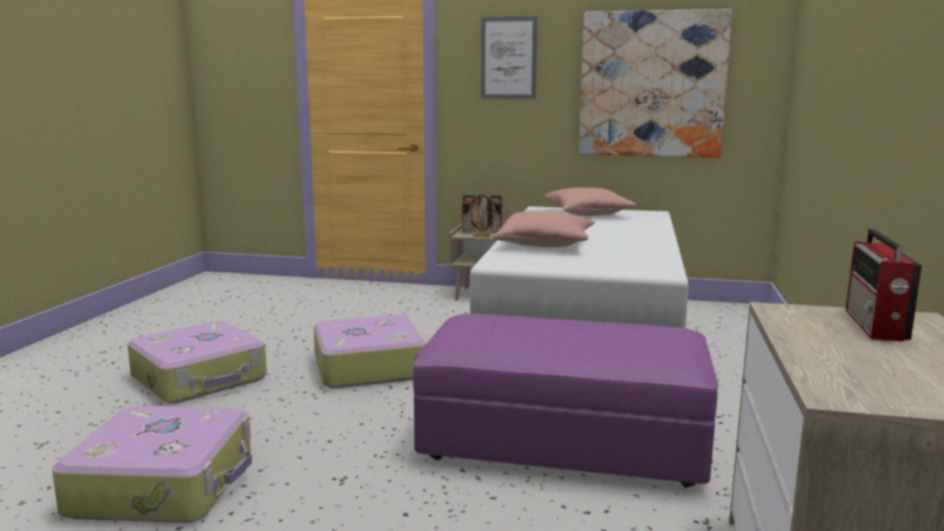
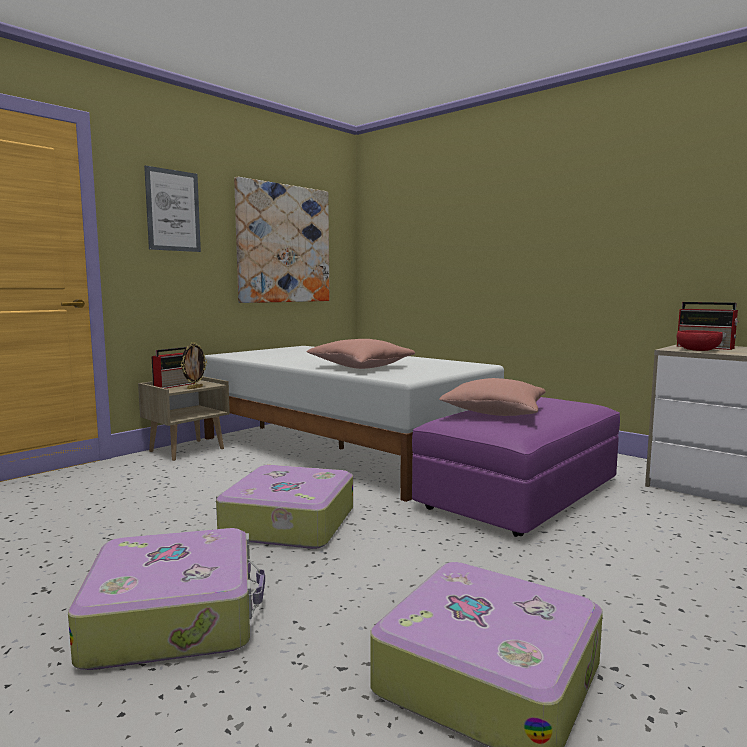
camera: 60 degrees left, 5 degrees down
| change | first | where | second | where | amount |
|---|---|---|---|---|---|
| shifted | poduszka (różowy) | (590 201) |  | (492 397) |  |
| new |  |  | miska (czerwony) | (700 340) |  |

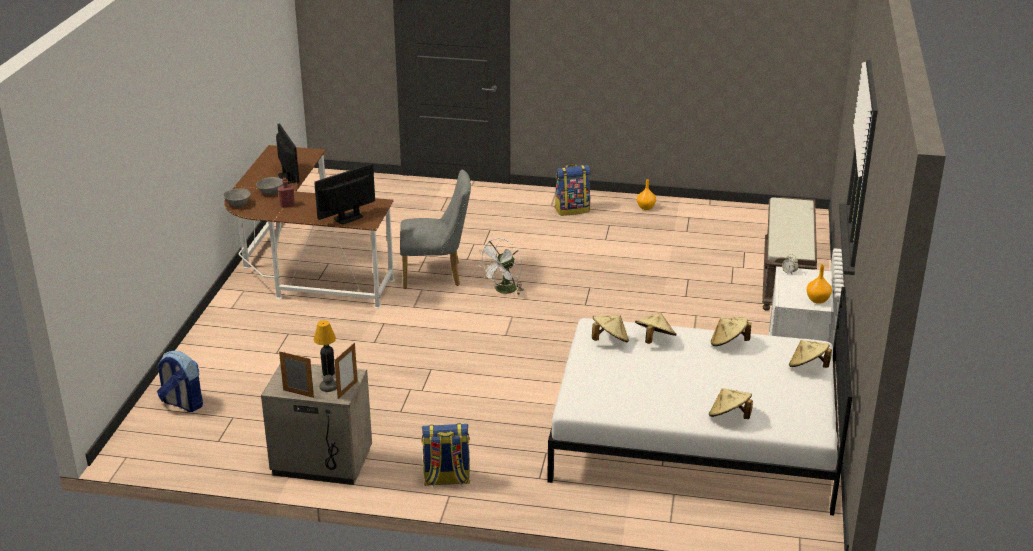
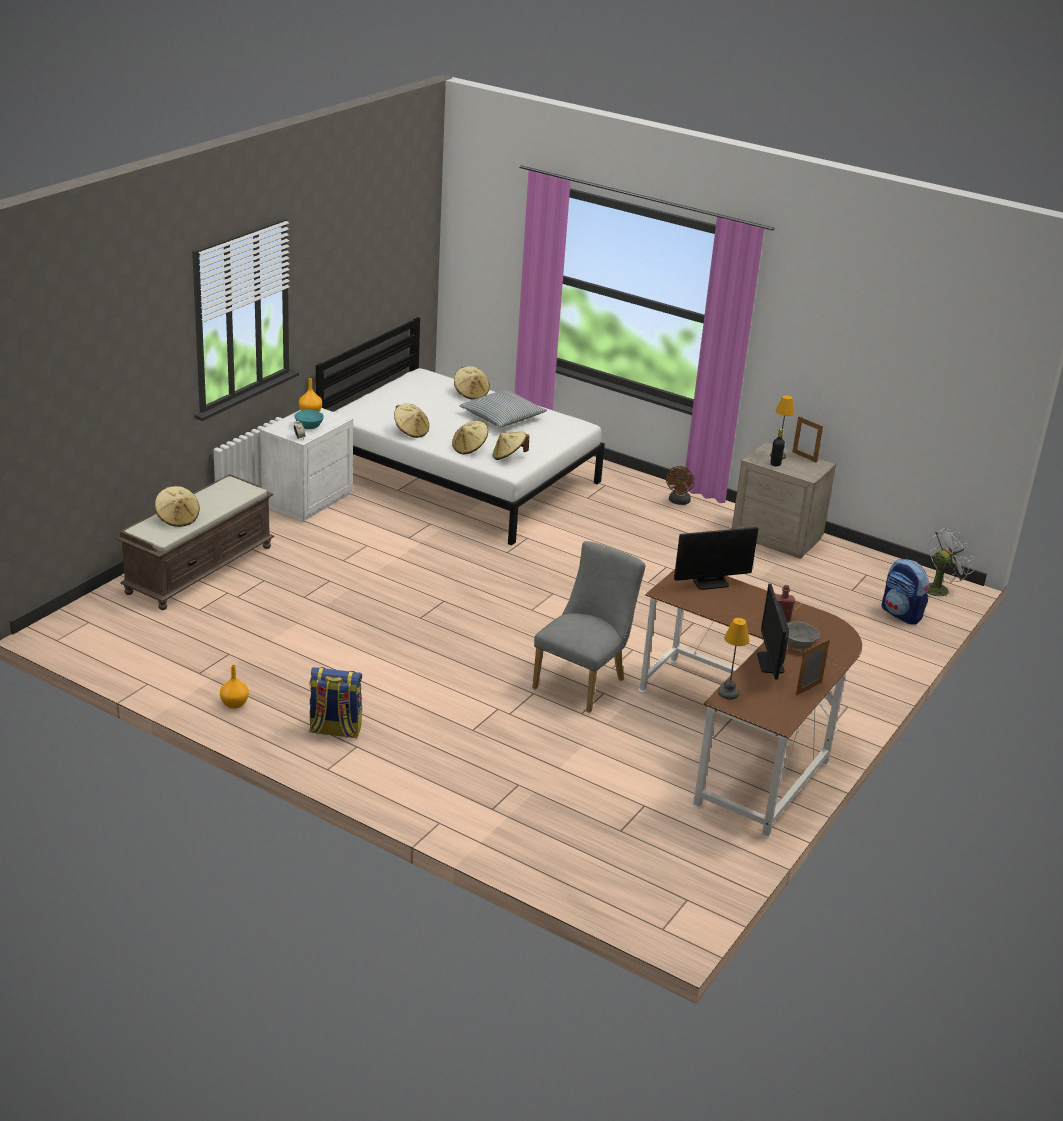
camera: 160 degrees left, 0 degrees up
| change | first | where | second | where | amount |
|---|---|---|---|---|---|
| rotated | krzesło (szary) | (435 229) |  | (589 627) | 105 degrees clockwise |
| gone | miska (szary) | (237 197) |  |  |  |
| shifted | wentylator (biały) | (501 266) |  | (951 563) |  |
| shifted | kapelusz (beżowy) | (810 354) |  | (177 506) |  |
| shifted | ramka na zdjęcie | (346 371) |  | (813 667) |  |
| swapped | plecak | (446 455) | wentylator (brązowy) | (680 485) |  |
| new |  |  | poduszka | (503 408) |  |
| new |  |  | miska (turkusowy) | (309 419) |  |
| new |  |  | lampa stołowa | (734 658) |  |

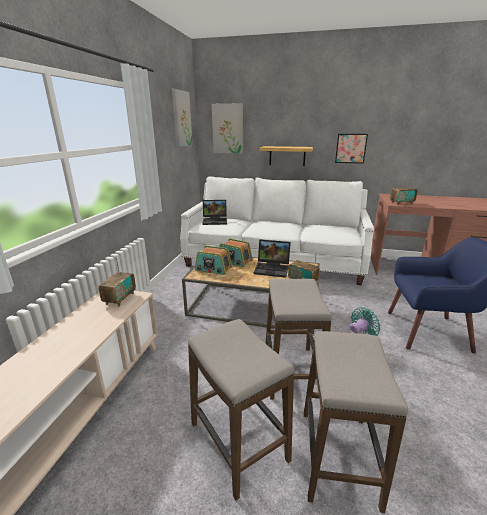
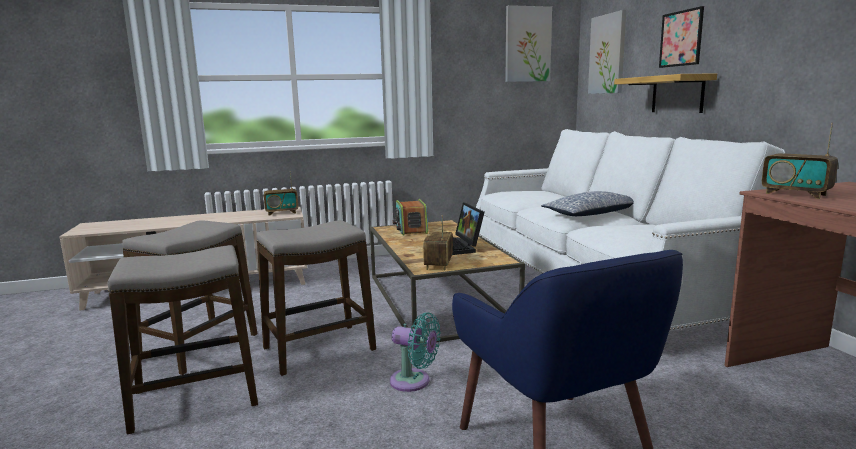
camera: 60 degrees right, 10 degrees down
| change | first | where | second | where | amount |
|---|---|---|---|---|---|
| shifted | obraz | (351 149) |  | (681 37) |  |
| gone | laptop | (215 212) |  |  |  |
| gone | radio | (236 253) |  |  |  |
| new |  |  | poduszka | (587 203) |  |

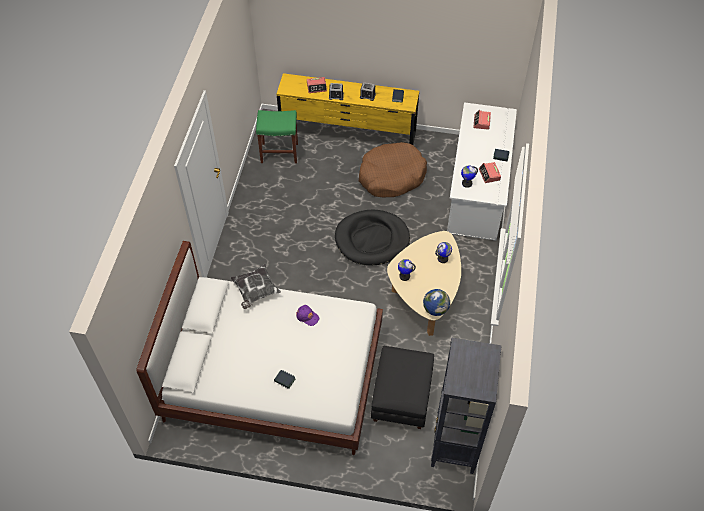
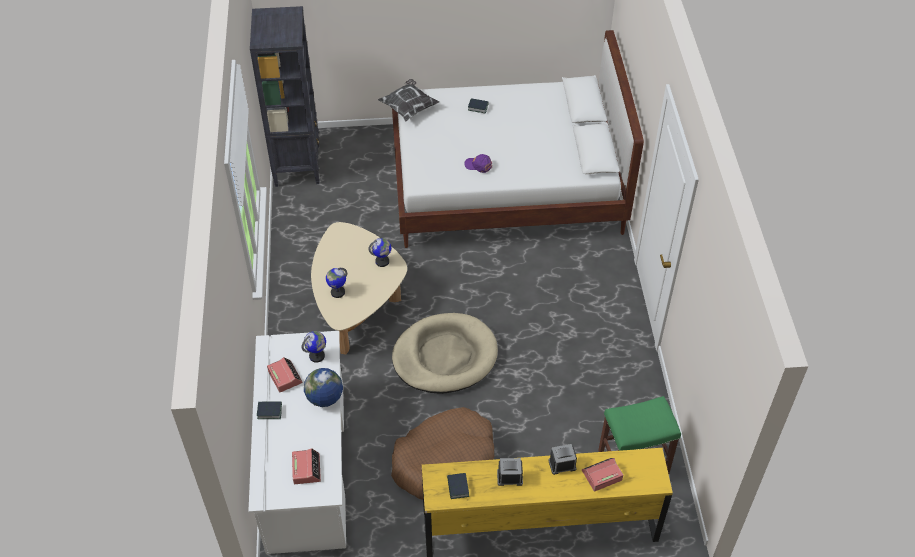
camera: 165 degrees right, 5 degrees down
| change | first | where | second | where | amount |
|---|---|---|---|---|---|
| repainted | legowisko (czarny) | (372 238) | legowisko (beżowy) | (445 353) |  |
| shifted | poduszka | (255 286) |  | (408 100) |  |
| shifted | globus | (436 302) |  | (323 387) |  |
| gone | pufa (czarny) | (402 387) |  |  |  |

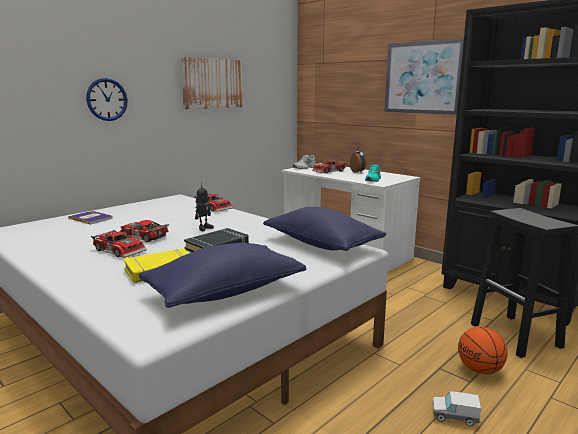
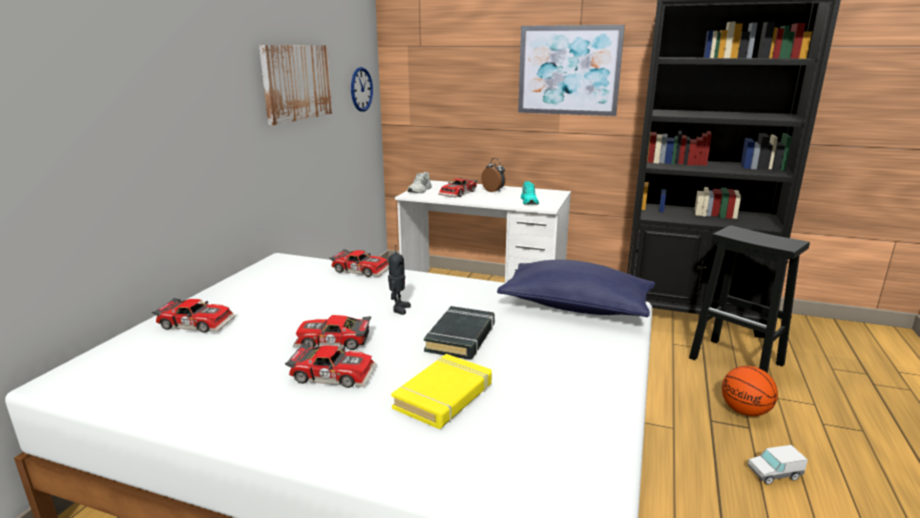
camera: 25 degrees left, 5 degrees up
| change | first | where | second | where | amount |
|---|---|---|---|---|---|
| shifted | zegar ścienny | (107 99) |  | (362 89) |  |
| swapped | książka | (90 218) | samochodzik | (194 315) |  |
| gone | poduszka (niebieski) | (222 275) |  |  |  |

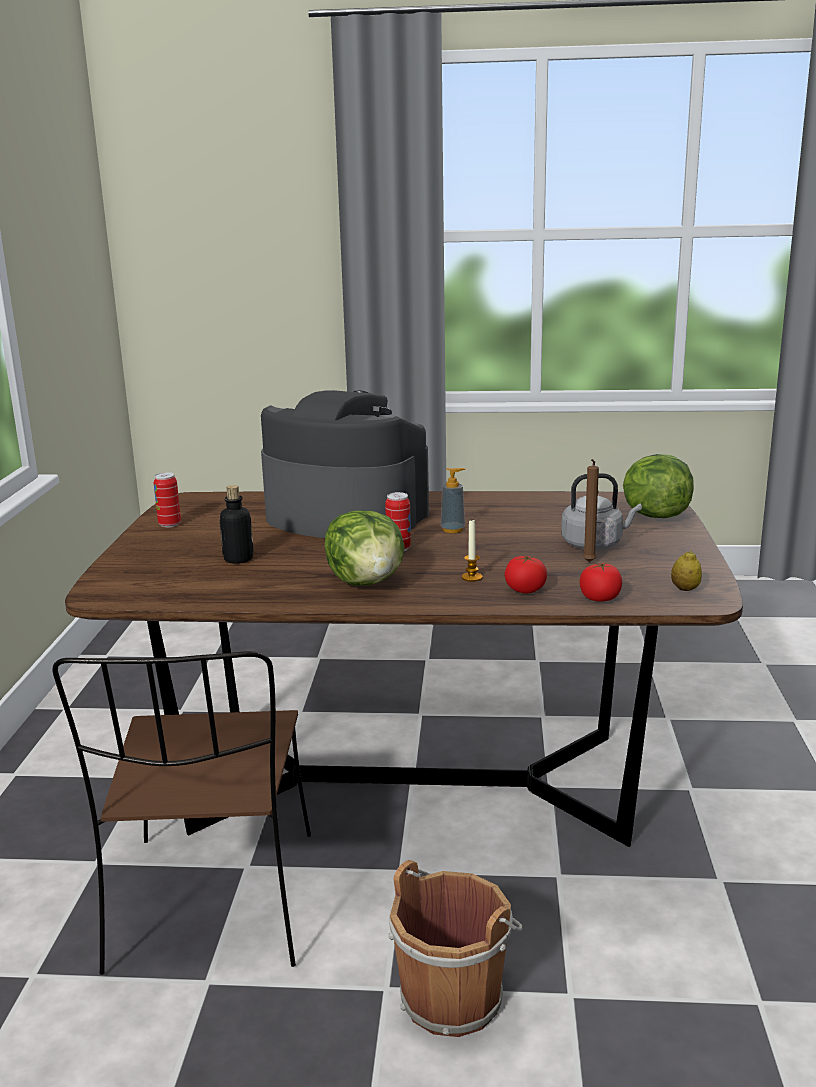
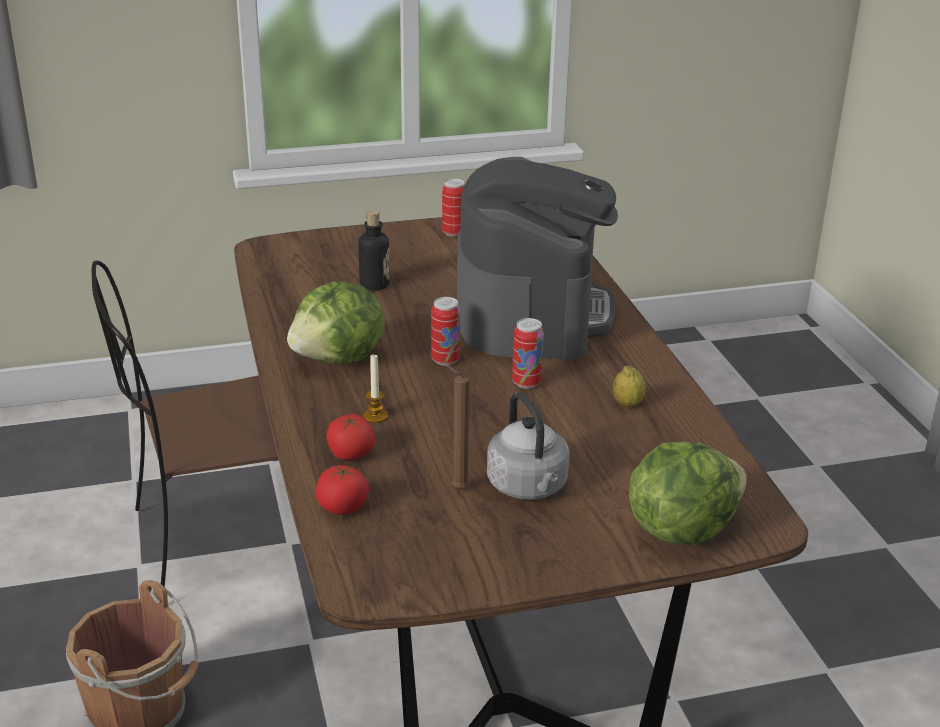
camera: 70 degrees right, 10 degrees up
| change | first | where | second | where | amount |
|---|---|---|---|---|---|
| swapped | dozownik mydła | (453 500) | puszka | (528 353) |  |
| shifted | cytryna | (686 571) |  | (629 386) |  |

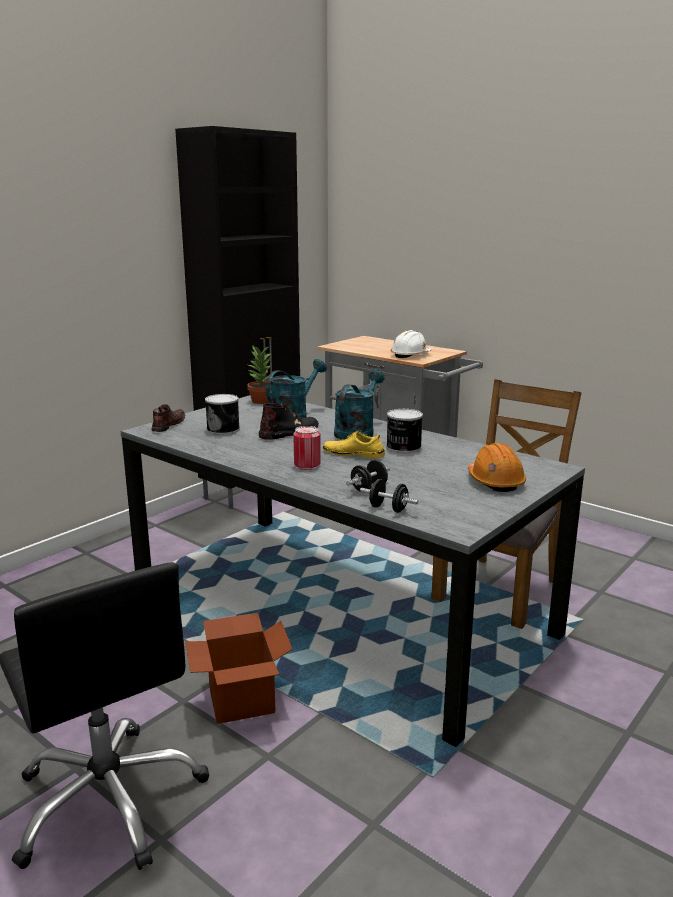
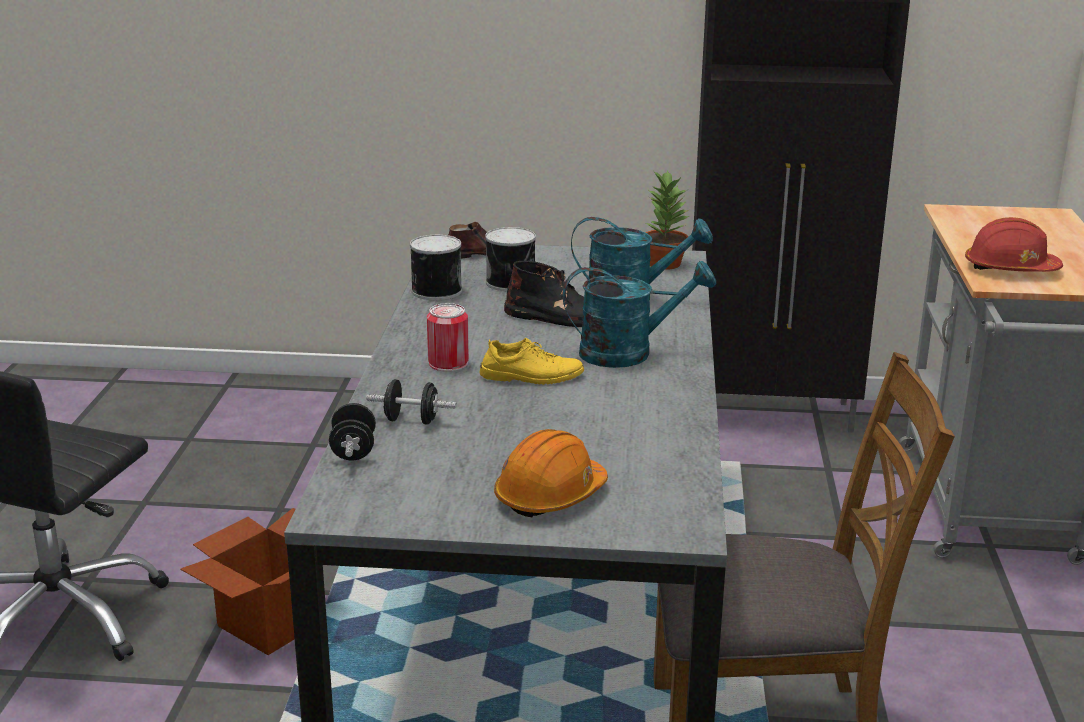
camera: 55 degrees right, 5 degrees up
| change | first | where | second | where | amount |
|---|---|---|---|---|---|
| repainted | kask (biały) | (411 344) | kask (czerwony) | (1014 244) |  |
| shifted | puszka | (404 431) |  | (436 267) |  |
| rotated | but (żółty) | (354 445) |  | (532 361) | 105 degrees clockwise |

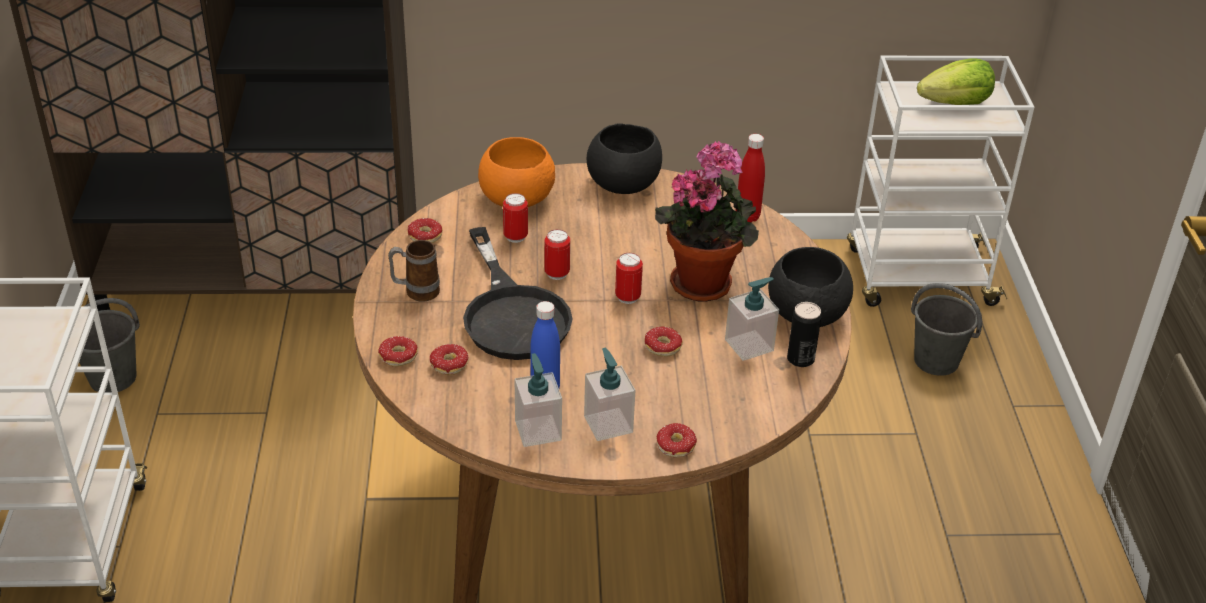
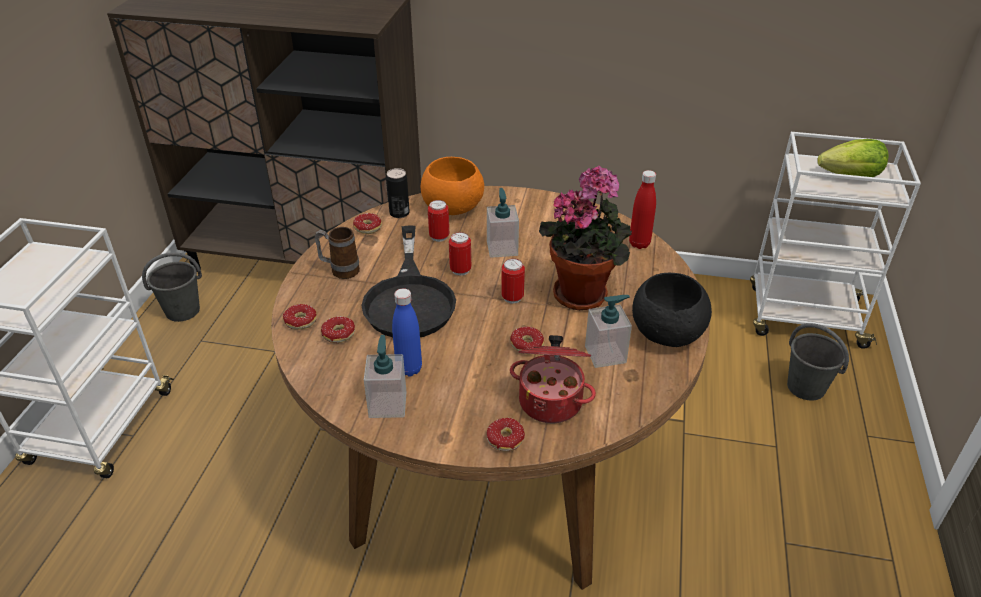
camera: 15 degrees right, 0 degrees up
| change | first | where | second | where | amount |
|---|---|---|---|---|---|
| gone | miska (czarny) | (624 159) |  |  |  |
| shifted | puszka | (804 334) |  | (398 193) |  |
| shifted | dozownik mydła | (609 394) |  | (503 223) |  |
| new |  |  | garnek | (553 379) |  |

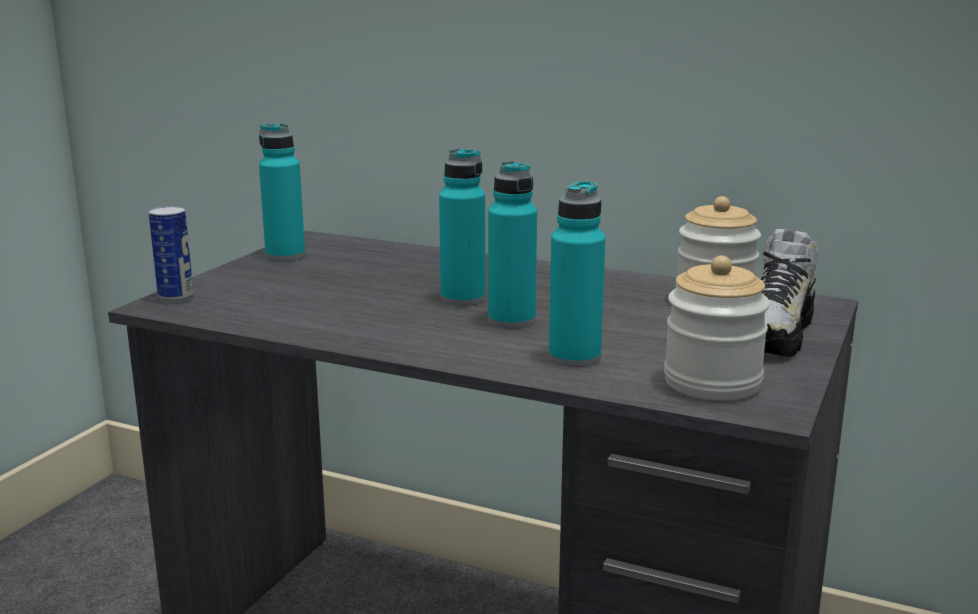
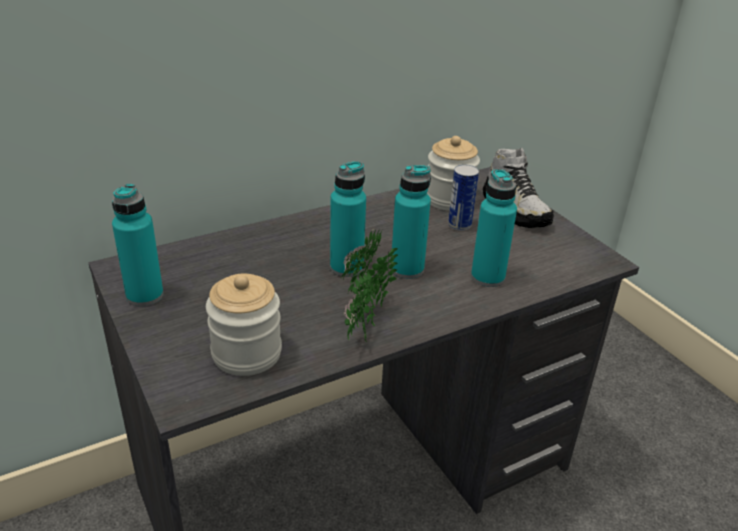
camera: 55 degrees left, 15 degrees up
| change | first | where | second | where | amount |
|---|---|---|---|---|---|
| shifted | puszka | (171 254) |  | (463 197) |  |
| shifted | słoik | (717 328) |  | (244 325) |  |
| new |  |  | roślina doniczkowa | (369 286) |  |

